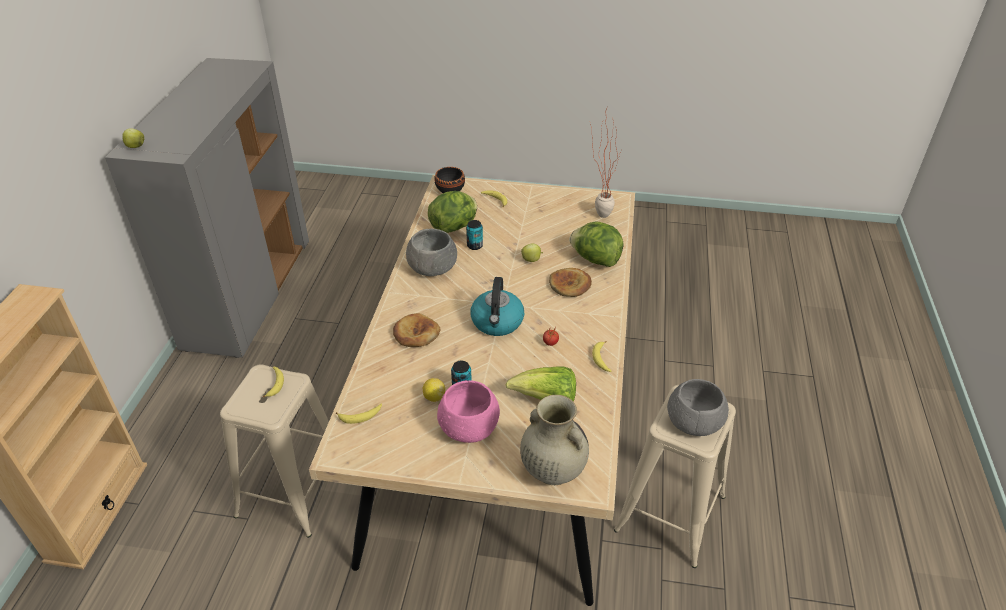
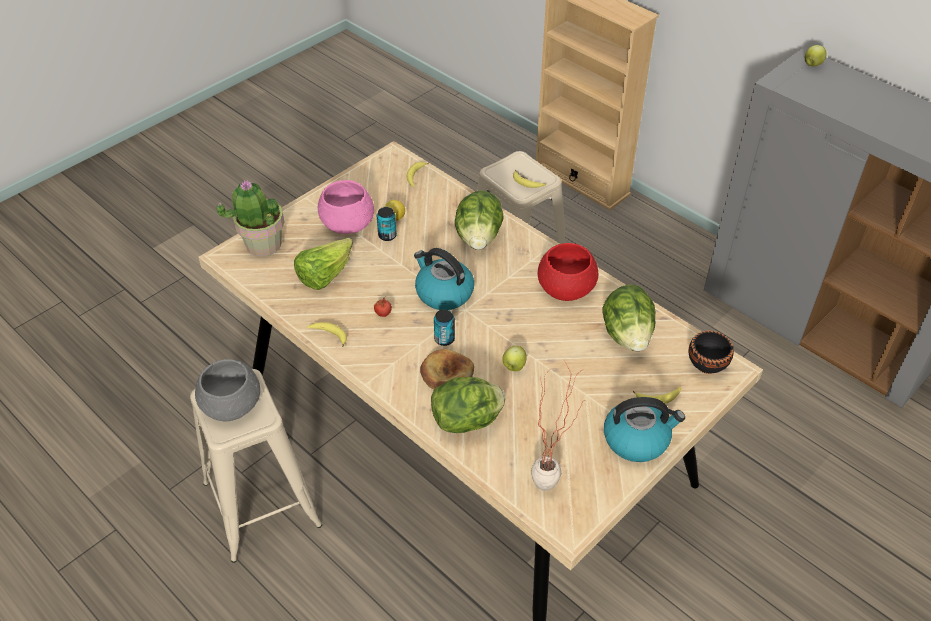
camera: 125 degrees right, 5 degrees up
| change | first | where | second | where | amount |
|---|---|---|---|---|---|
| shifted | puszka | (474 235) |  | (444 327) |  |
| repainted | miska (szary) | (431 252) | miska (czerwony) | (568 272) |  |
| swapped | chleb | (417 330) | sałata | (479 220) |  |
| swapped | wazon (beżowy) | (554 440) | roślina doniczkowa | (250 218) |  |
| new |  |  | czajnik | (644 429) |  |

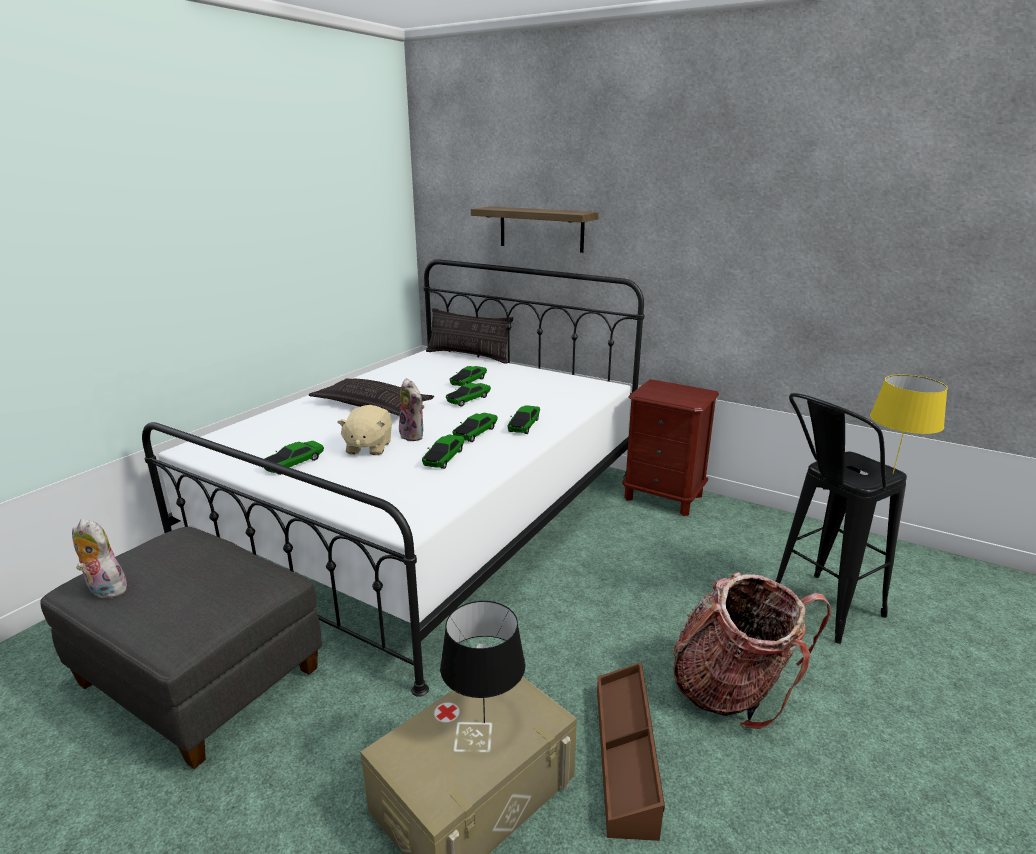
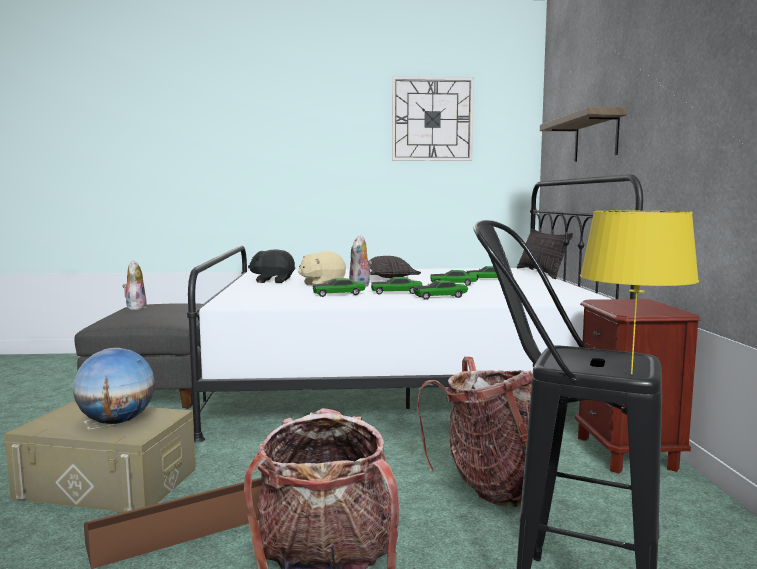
camera: 55 degrees right, 15 degrees down
| change | first | where | second | where | amount |
|---|---|---|---|---|---|
| swapped | samochodzik | (294 458) | pluszak (czarny) | (271 266) |  |
| swapped | lampa stołowa (czarny) | (483 662) | globus | (114 386) |  |
| new |  |  | zegar ścienny | (433 118) |  |
| new |  |  | plecak | (475 432) |  |

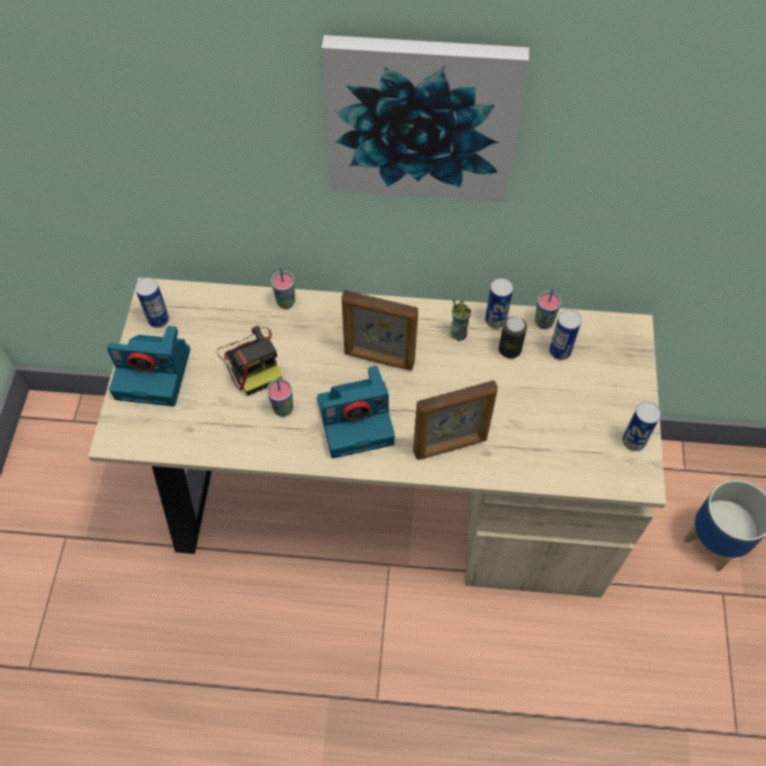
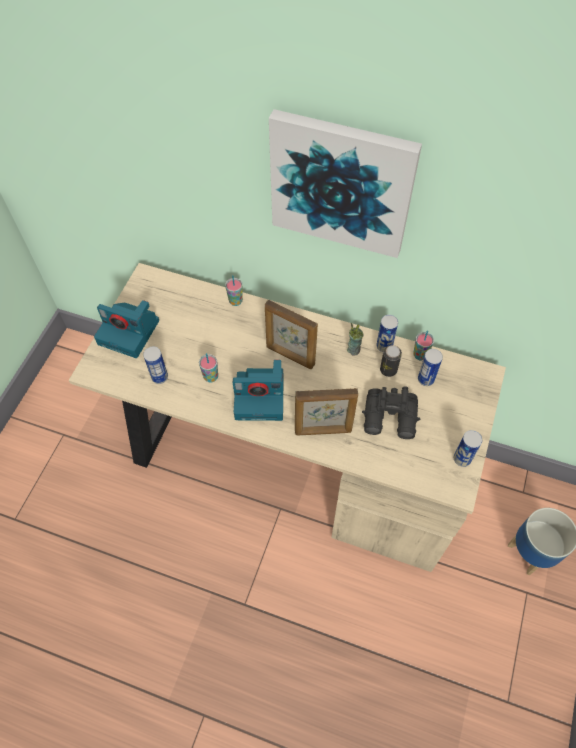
camera: 15 degrees right, 0 degrees up
| change | first | where | second | where | amount |
|---|---|---|---|---|---|
| shifted | puszka | (152 302) |  | (155 365) |  |
| gone | aparat fotograficzny | (249 360) |  |  |  |
| new |  |  | lornetka (czarny) | (391 412) |  |

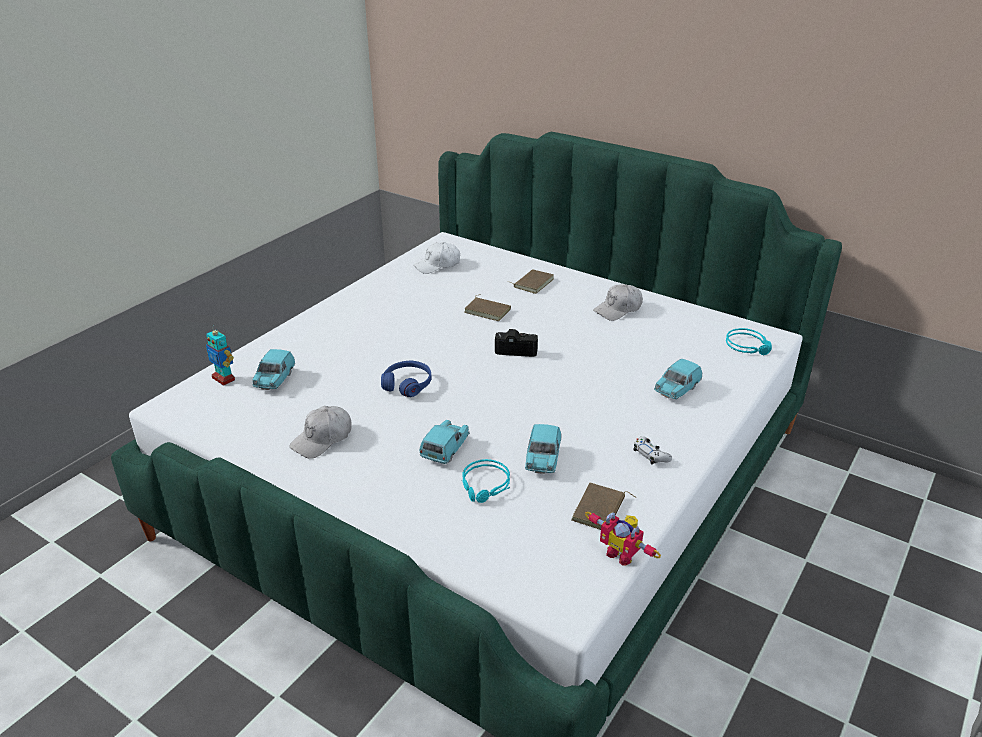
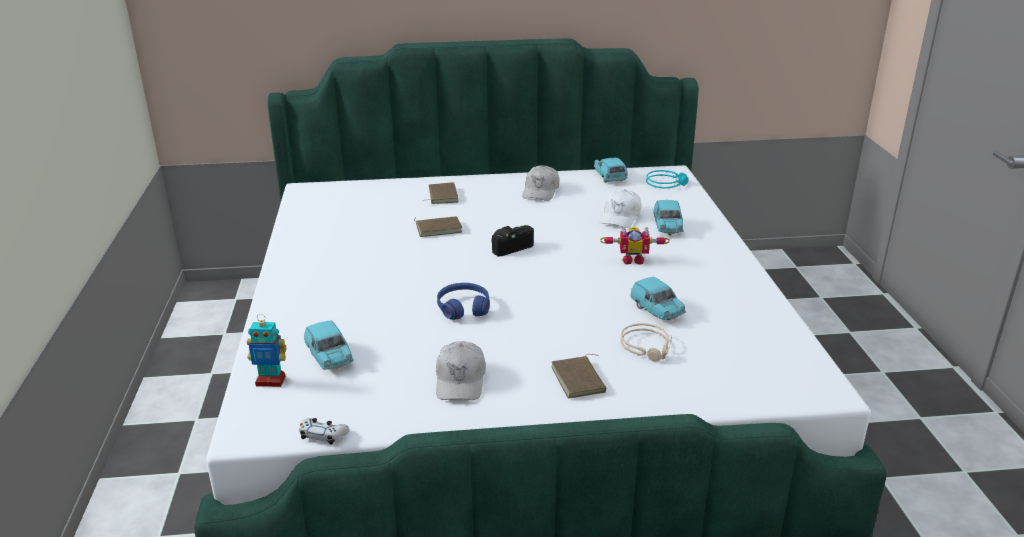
camera: 40 degrees left, 5 degrees down
| change | first | where | second | where | amount |
|---|---|---|---|---|---|
| shifted | czapka z daszkiem (biały) | (436 258) |  | (620 208) |  |
| shifted | samochodzik (turkusowy) | (444 442) |  | (611 170) |  |
| shifted | pad do gier (biały) | (653 450) |  | (324 431) |  |
| repainted | słuchawki (turkusowy) | (486 481) | słuchawki (beżowy) | (646 342) |  |
| shifted | książka (brązowy) | (604 506) |  | (579 376) |  |
| shifted | robot zabawkowy | (623 539) |  | (635 246) |  |

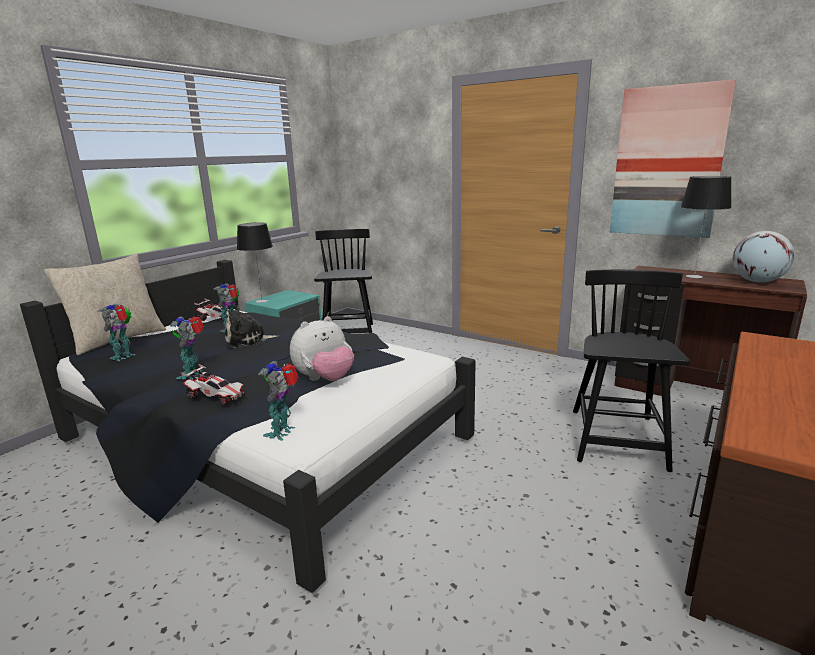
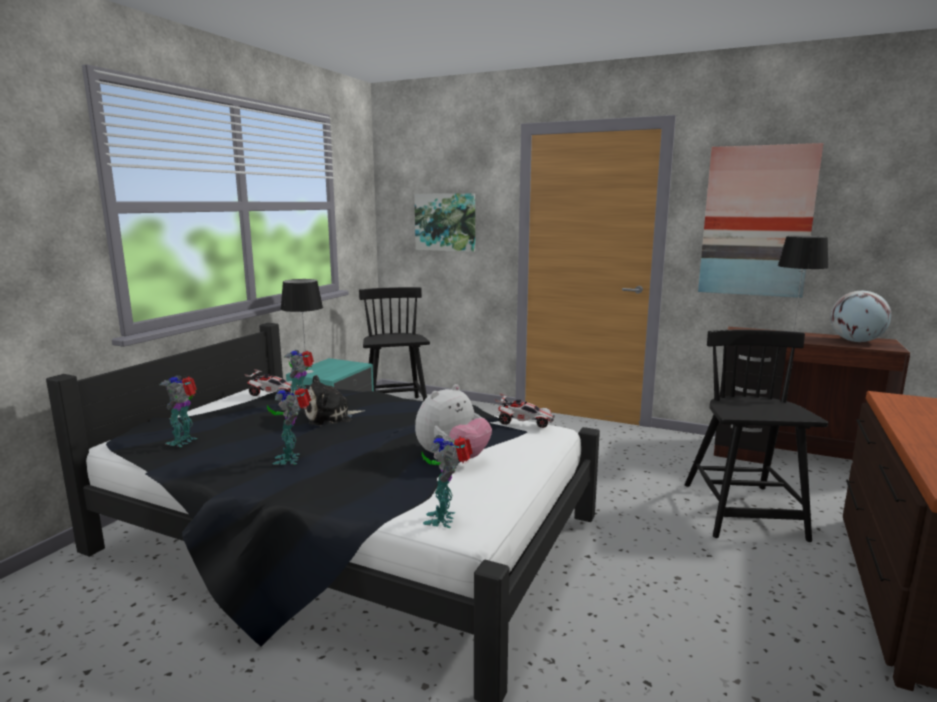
camera: 10 degrees left, 5 degrees down
| change | first | where | second | where | amount |
|---|---|---|---|---|---|
| gone | poduszka (beżowy) | (105 304) |  |  |  |
| shifted | samochodzik | (212 385) |  | (525 410) |  |
| new |  |  | obraz | (444 222) |  |

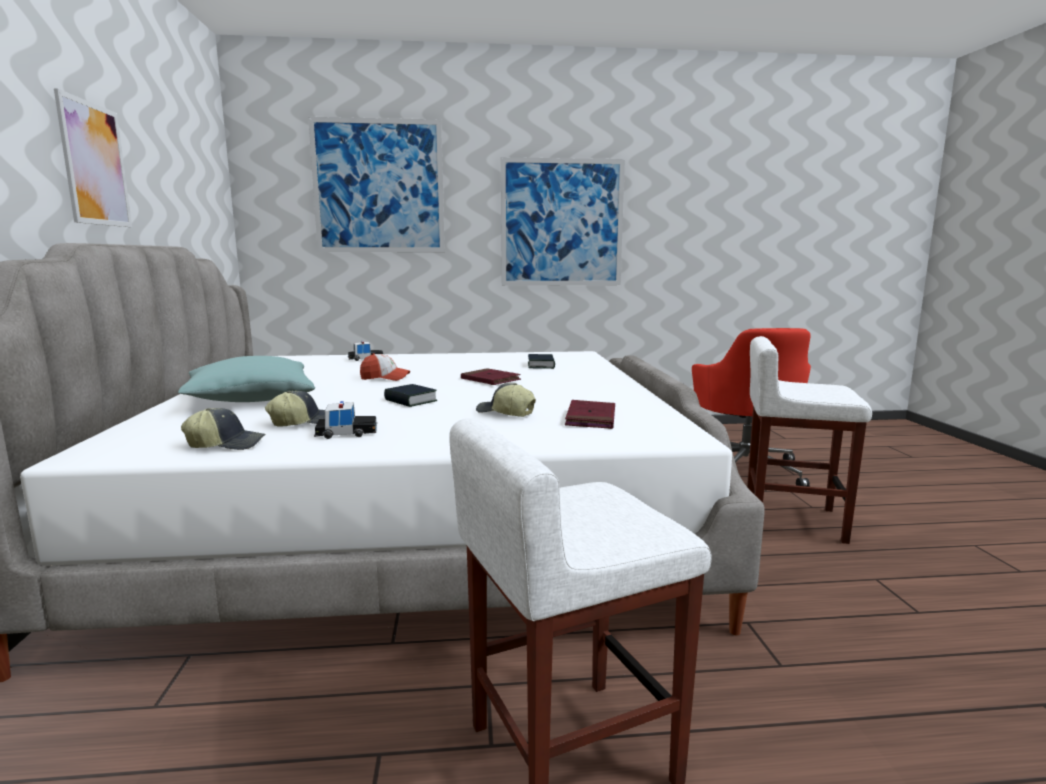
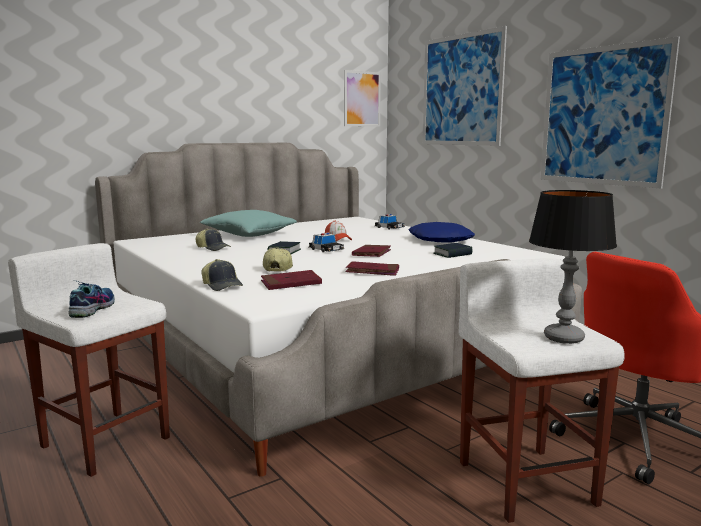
camera: 60 degrees right, 0 degrees up
| change | first | where | second | where | amount |
|---|---|---|---|---|---|
| shifted | obraz | (93 157) |  | (362 98) |  |
| shifted | samochodzik | (345 420) |  | (327 242) |  |
| shifted | czapka z daszkiem | (223 429) |  | (222 275) |  |
| new |  |  | lampa stołowa | (573 267) |  |
| new |  |  | poduszka (niebieski) | (441 232) |  |
| new |  |  | książka (czerwony) | (372 268) |  |
| new |  |  | but | (92 299) |  |

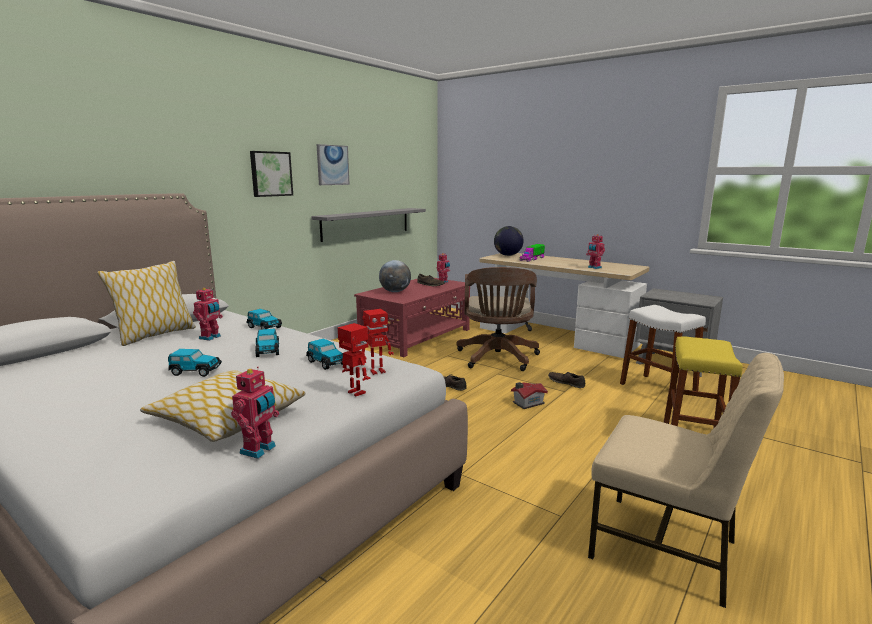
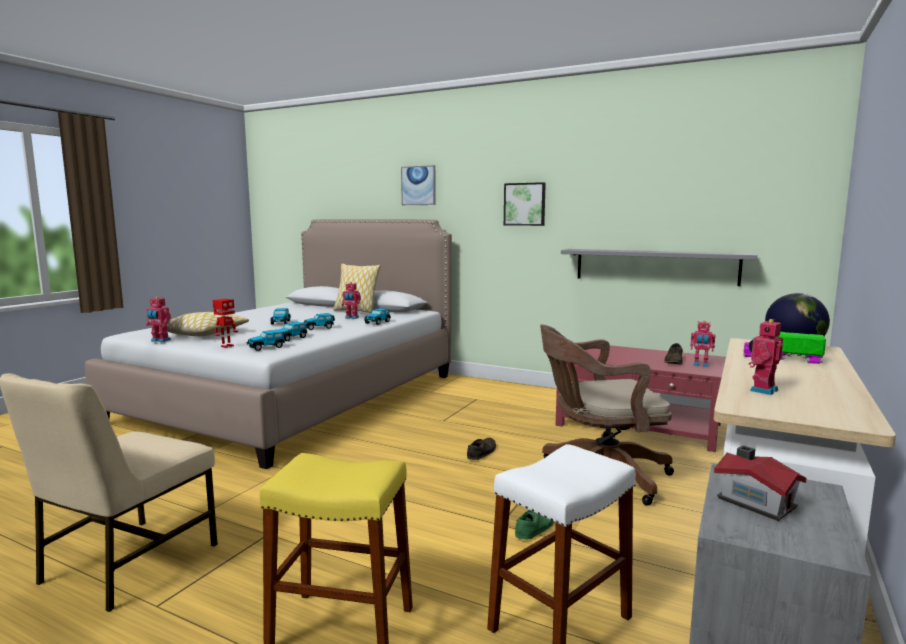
camera: 80 degrees right, 5 degrees down
| change | first | where | second | where | amount |
|---|---|---|---|---|---|
| shifted | obraz | (333 164) |  | (418 185) |  |
| gone | globus | (395 276) |  |  |  |
| swapped | robot zabawkowy | (378 342) | samochodzik | (265 340) |  |
| repainted | but (brązowy) | (566 380) | but (zielony) | (534 524) |  |
| shifted | domek | (529 395) |  | (760 483) |  |

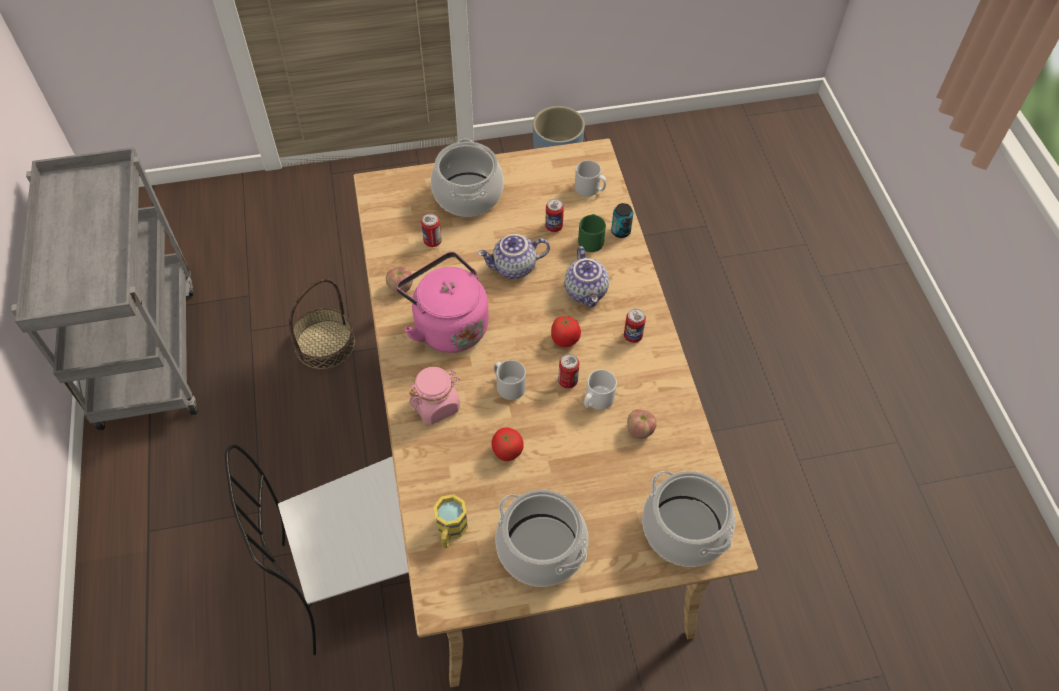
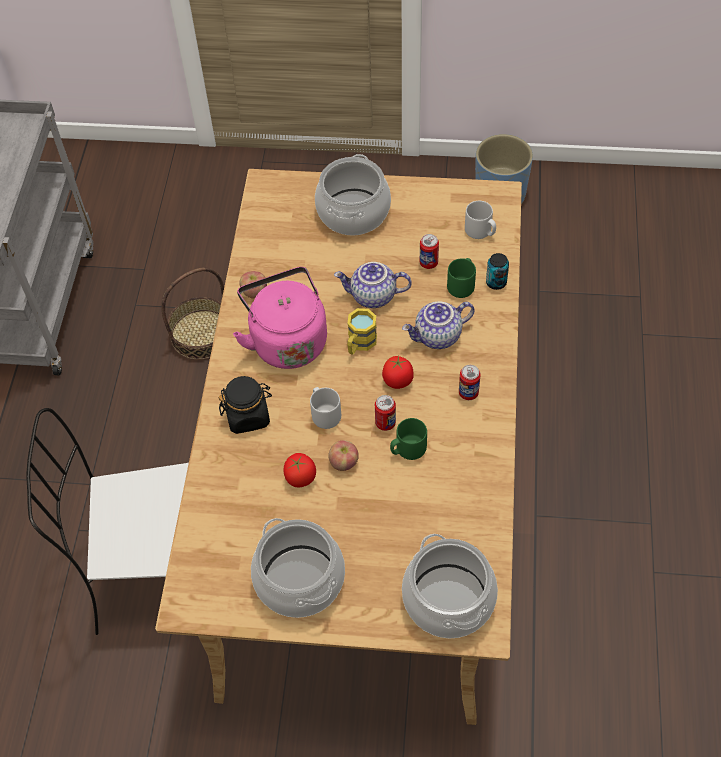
camera: 20 degrees right, 0 degrees up
| change | first | where | second | where | amount |
|---|---|---|---|---|---|
| gone | puszka | (431 230) |  |  |  |
| rotated | imbryk | (586 277) |  | (438 325) | 60 degrees clockwise |
| repainted | słoik (różowy) | (434 396) | słoik (czarny) | (245 405) |  |
| repainted | kubek (biały) | (600 390) | kubek (zielony) | (408 439) |  |
| shifted | jabłko | (641 424) |  | (343 455) |  |
| shifted | kubek (żółty) | (451 521) |  | (362 331) |  |

